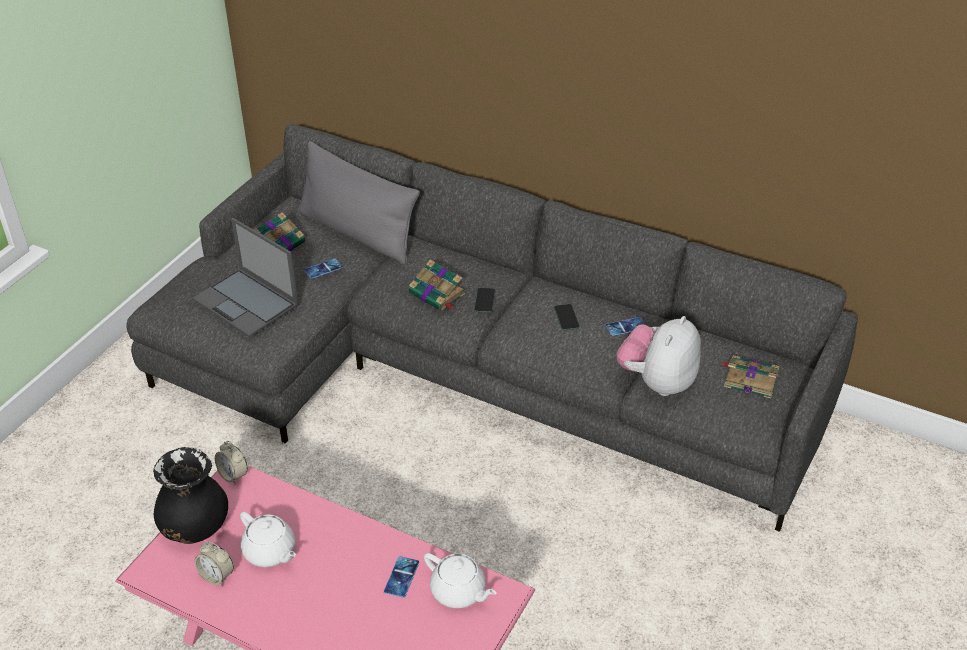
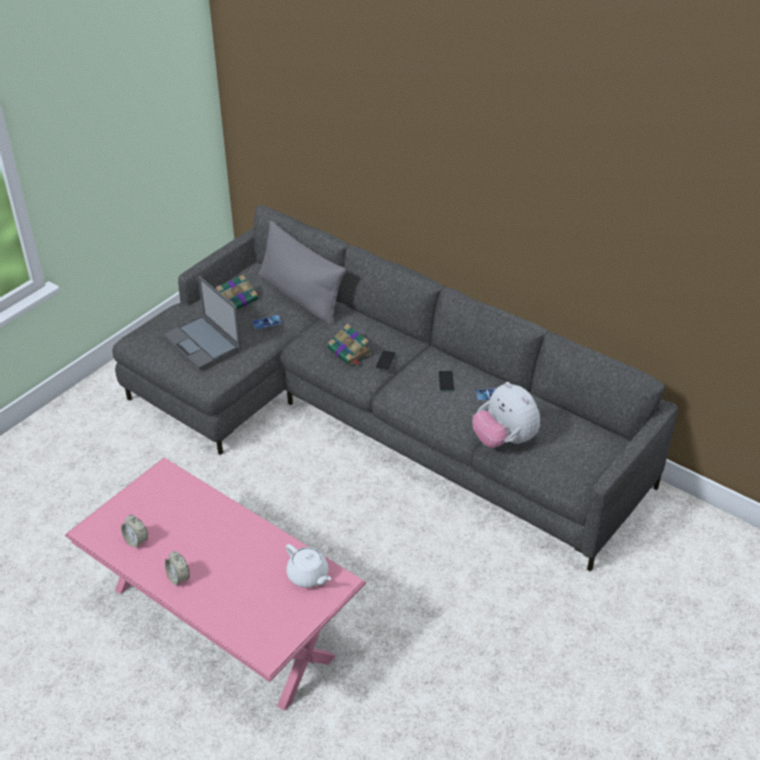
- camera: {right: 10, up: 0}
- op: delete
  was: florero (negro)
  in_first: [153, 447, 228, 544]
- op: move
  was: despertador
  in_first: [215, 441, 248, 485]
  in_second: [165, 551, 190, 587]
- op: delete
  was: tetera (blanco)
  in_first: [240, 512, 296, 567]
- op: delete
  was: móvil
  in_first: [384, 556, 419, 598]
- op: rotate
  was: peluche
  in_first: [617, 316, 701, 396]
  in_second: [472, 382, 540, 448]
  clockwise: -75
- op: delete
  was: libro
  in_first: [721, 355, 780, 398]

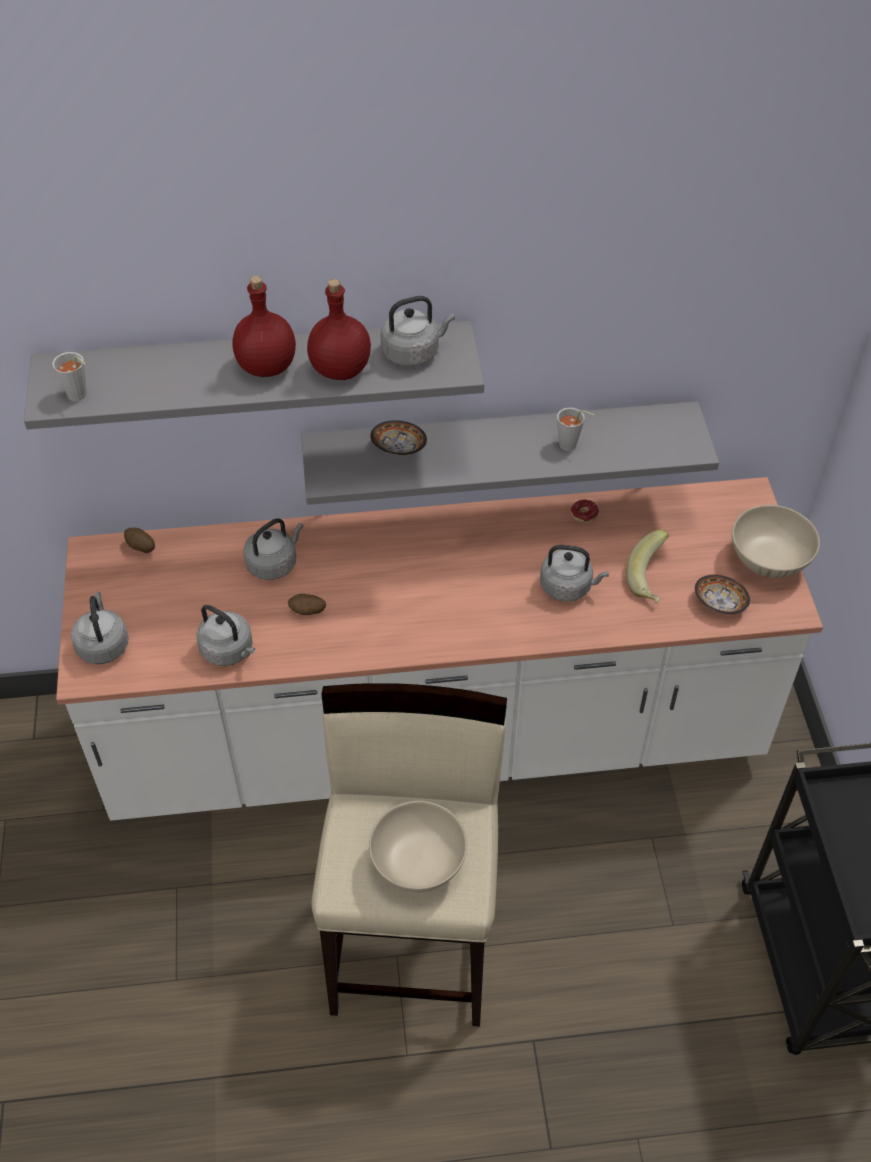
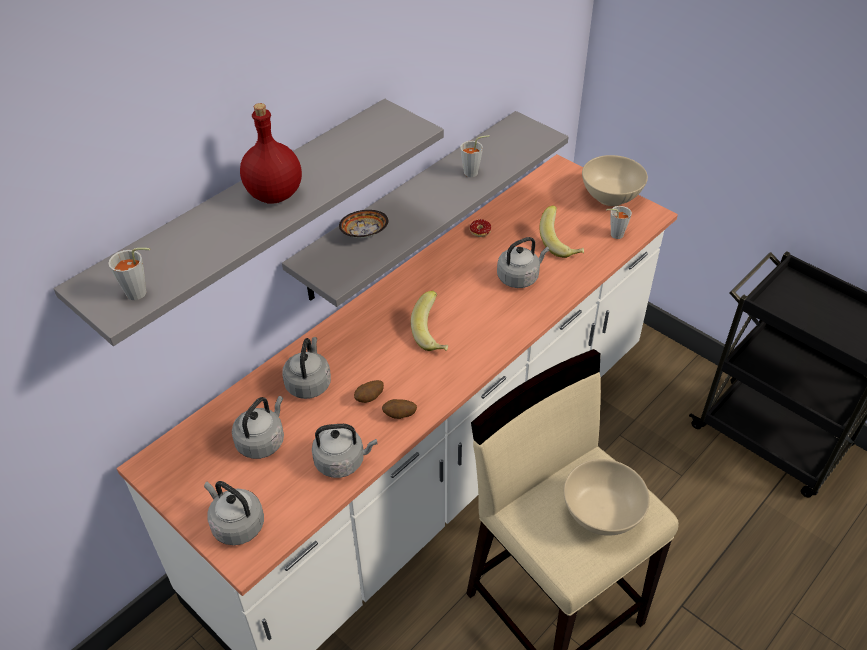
- camera: {right: -40, up: -5}
- op: move
  was: patata
  in_first: [124, 528, 155, 553]
  in_second: [382, 399, 417, 419]
- op: delete
  was: botella (rojo)
  in_first: [307, 279, 371, 380]
- op: move
  was: hervidor (gris)
  in_first: [380, 296, 455, 366]
  in_second: [232, 396, 284, 459]
- op: replace
  was: cuenco
  now: taza (gris)
  in_first: [695, 575, 750, 614]
  in_second: [606, 206, 632, 239]
- op: insert
  now: plátano
  in_second: [411, 291, 448, 351]

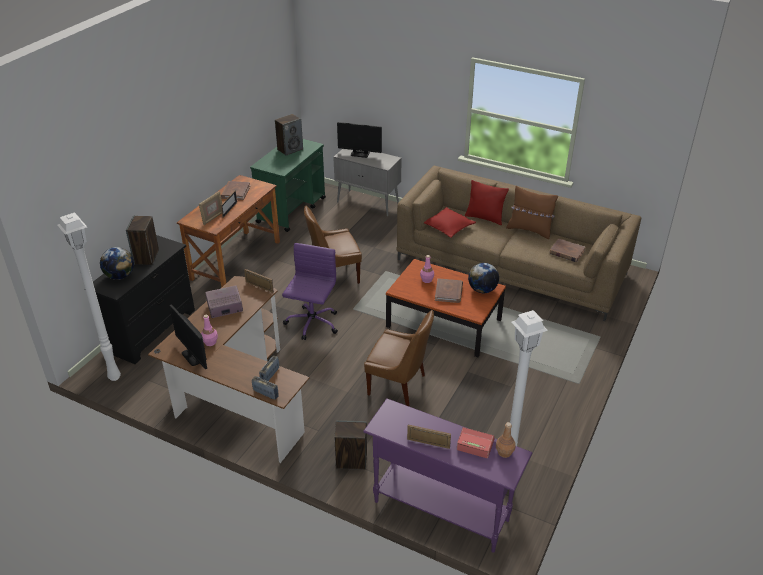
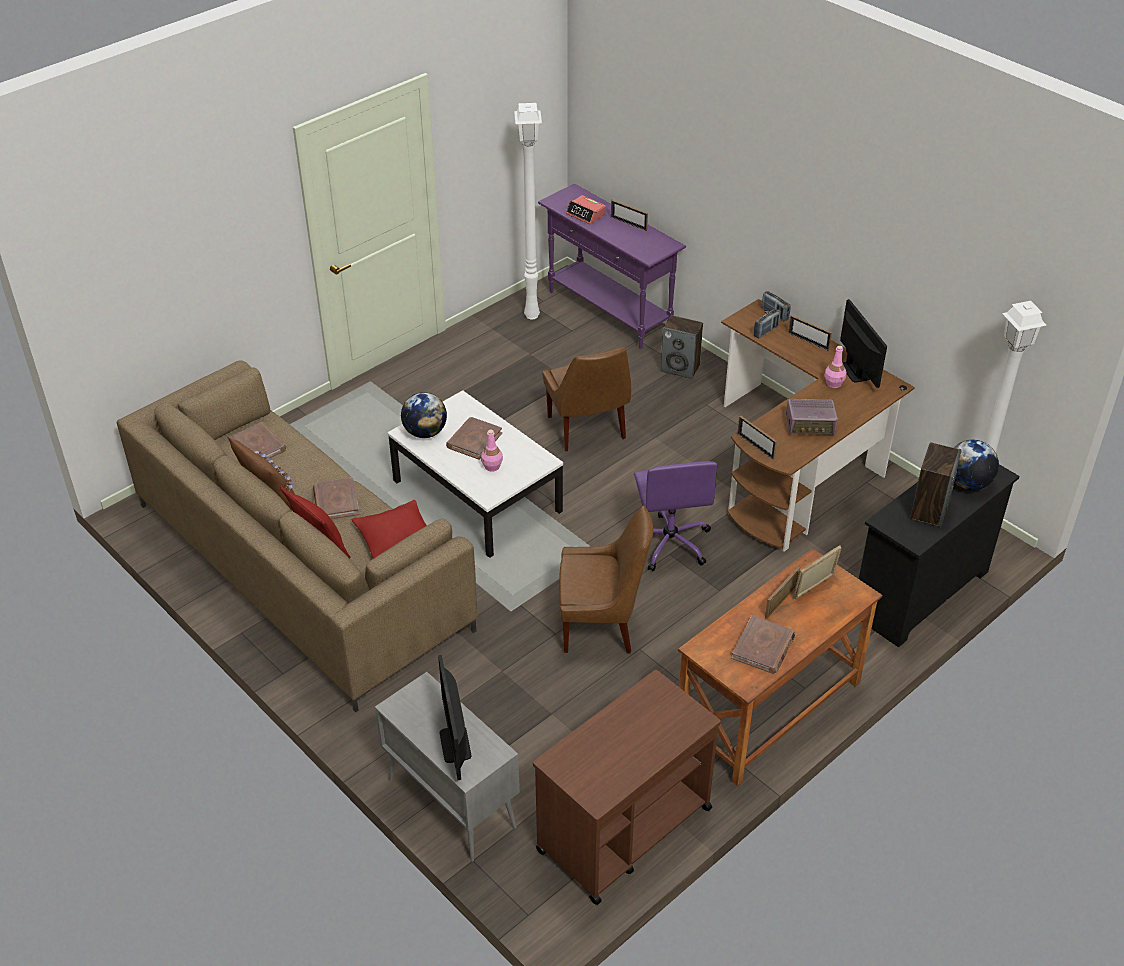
- camera: {right: -160, up: 5}
- op: recolor
  was: carrito (verde)
  now: carrito (marrón)
  in_first: [250, 139, 326, 232]
  in_second: [533, 670, 721, 905]
- op: delete
  was: altavoz
  in_first: [275, 114, 303, 155]
- op: rotate
  was: silla de oficina (morado)
  in_first: [282, 243, 338, 340]
  in_second: [634, 461, 718, 571]
  clockwise: -45
- op: rotate
  was: monitor
  in_first: [337, 122, 382, 158]
  in_second: [438, 655, 472, 780]
  clockwise: -135
- op: rotate
  was: silla (marrón)
  in_first: [364, 310, 434, 406]
  in_second: [542, 347, 631, 451]
  clockwise: -150
- op: recolor
  was: mesa de centro (marrón)
  now: mesa de centro (blanco)
  in_first: [386, 259, 506, 357]
  in_second: [388, 390, 563, 558]
- op: delete
  was: botella (marrón)
  in_first: [496, 422, 516, 458]
- op: insert
  now: libro (marrón)
  in_second: [313, 477, 359, 519]
- op: insert
  now: portarretratos
  in_second: [788, 315, 832, 351]

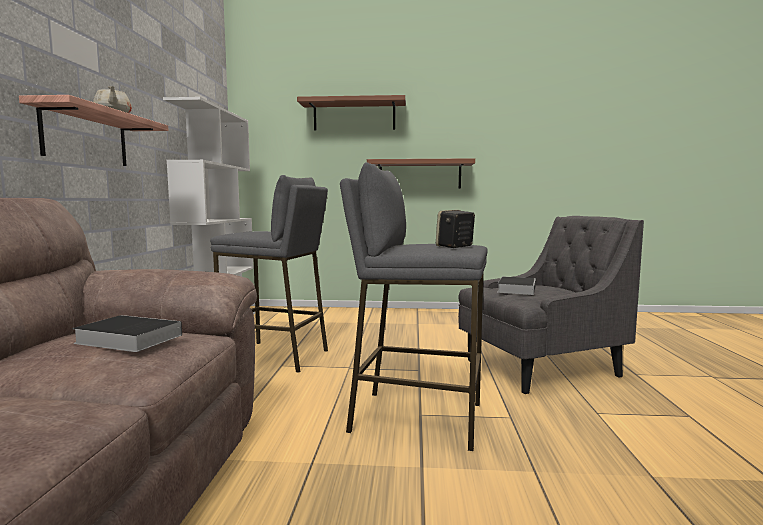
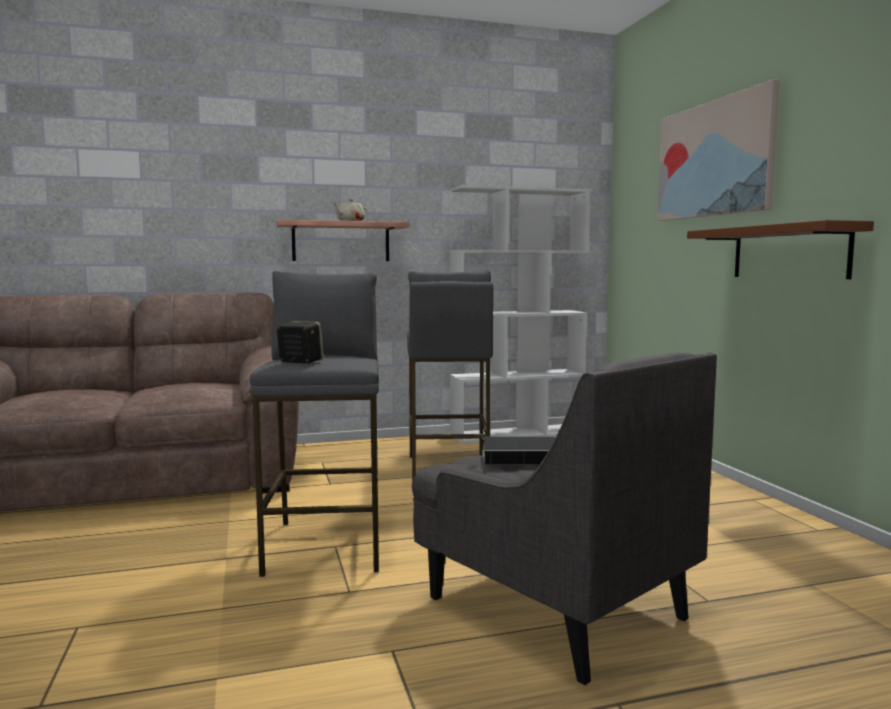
- camera: {right: 70, up: 0}
- op: delete
  was: libro
  in_first: [72, 315, 182, 352]
- op: replace
  was: estante (marrón)
  now: cuadro
  in_first: [297, 95, 406, 130]
  in_second: [657, 79, 780, 221]

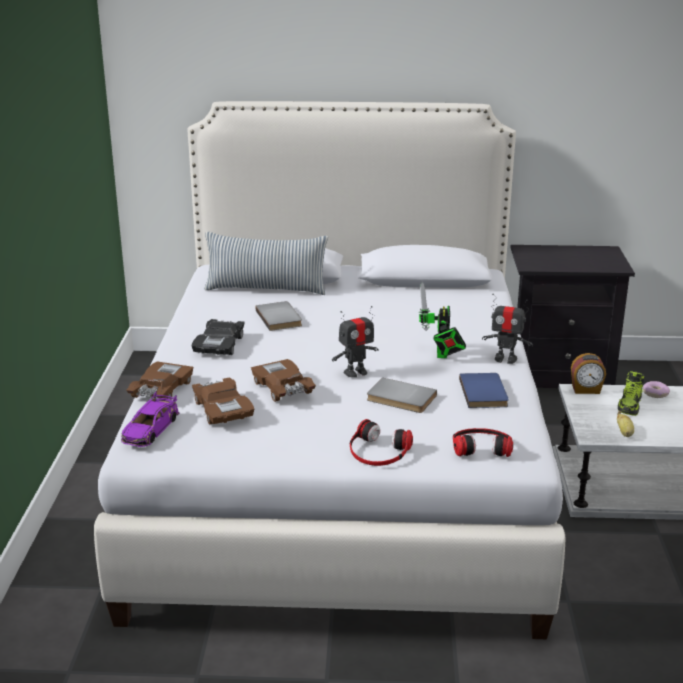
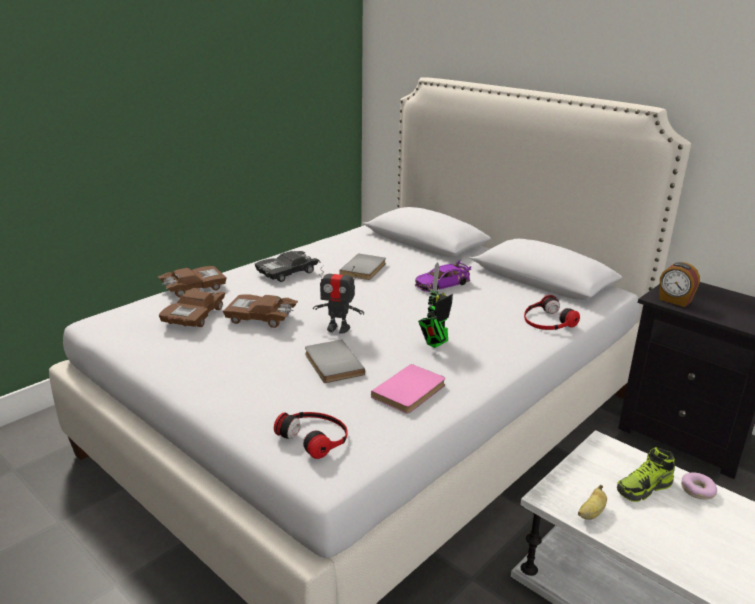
- camera: {right: 40, up: 0}
- op: move
  was: coche de juguete (morado)
  in_first: [121, 392, 180, 447]
  in_second: [415, 260, 472, 292]
- op: delete
  was: cojín
  in_first: [205, 232, 328, 295]
- op: rotate
  was: coche de juguete (marrón)
  in_first: [251, 359, 316, 402]
  in_second: [223, 294, 298, 328]
  clockwise: -90
- op: move
  was: auriculares
  in_first: [350, 419, 413, 466]
  in_second: [524, 295, 580, 330]
- op: recolor
  was: libro (azul)
  now: libro (rosa)
  in_first: [459, 373, 509, 408]
  in_second: [371, 364, 446, 414]
- op: delete
  was: robot de juguete
  in_first: [482, 294, 533, 364]
- op: move
  was: despertador
  in_first: [571, 353, 606, 394]
  in_second: [659, 262, 700, 307]

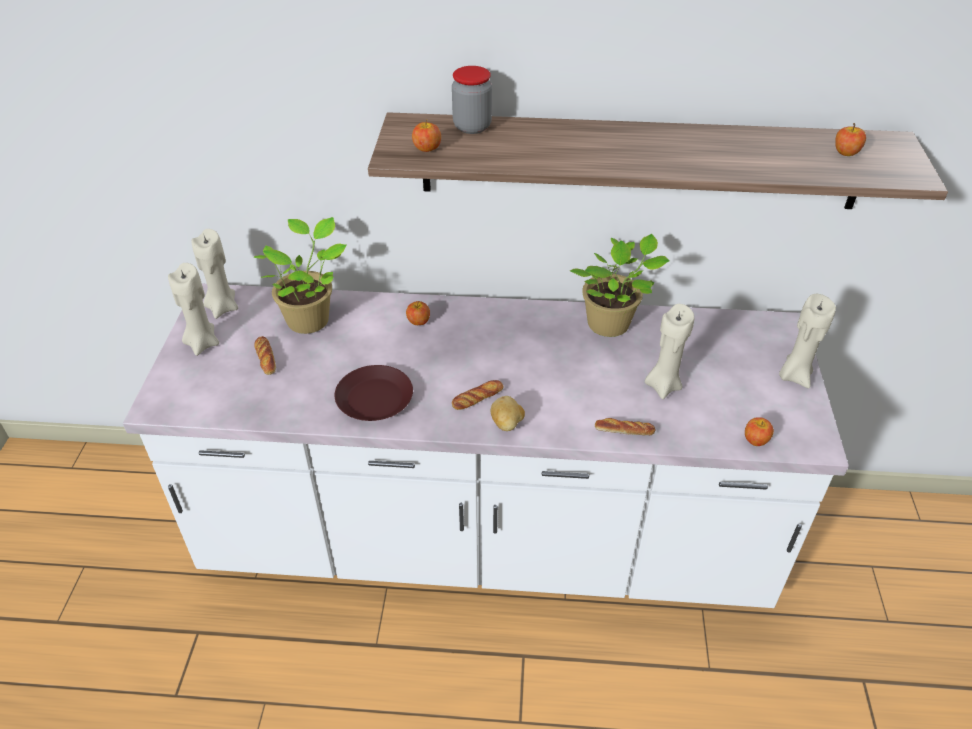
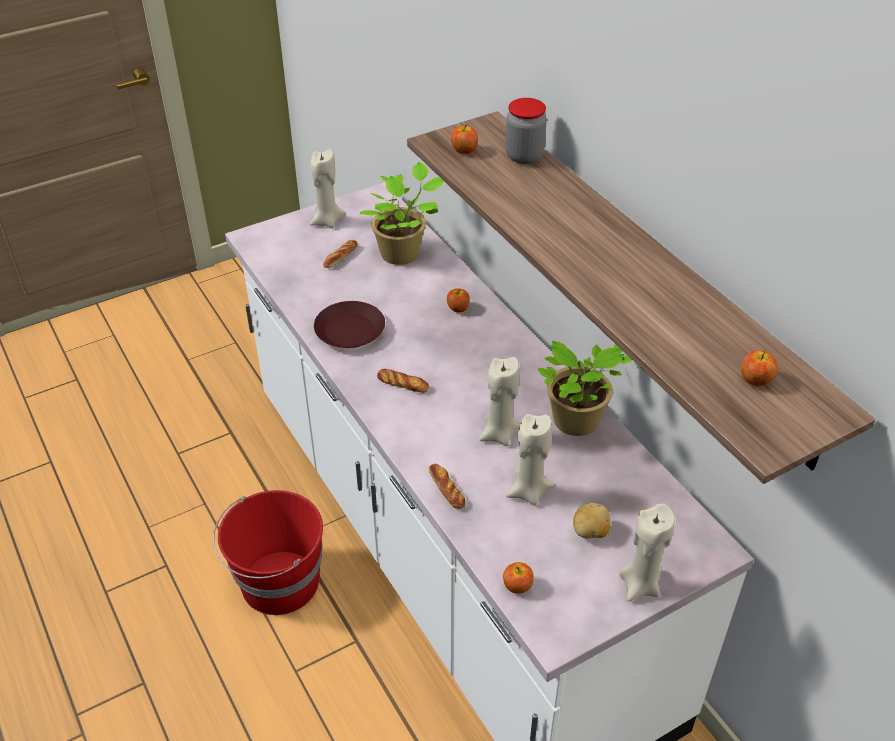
- camera: {right: 55, up: 0}
- op: move
  was: vela (beis)
  in_first: [191, 229, 238, 319]
  in_second: [479, 357, 521, 446]
- op: move
  was: patata
  in_first: [491, 396, 525, 431]
  in_second: [573, 503, 610, 539]
- op: insert
  now: cubo (rojo)
  in_second: [213, 490, 323, 615]

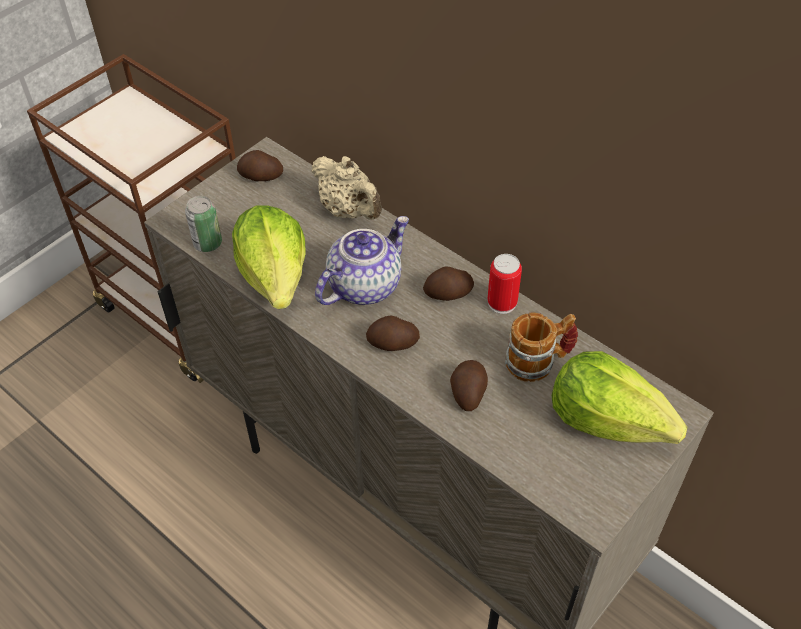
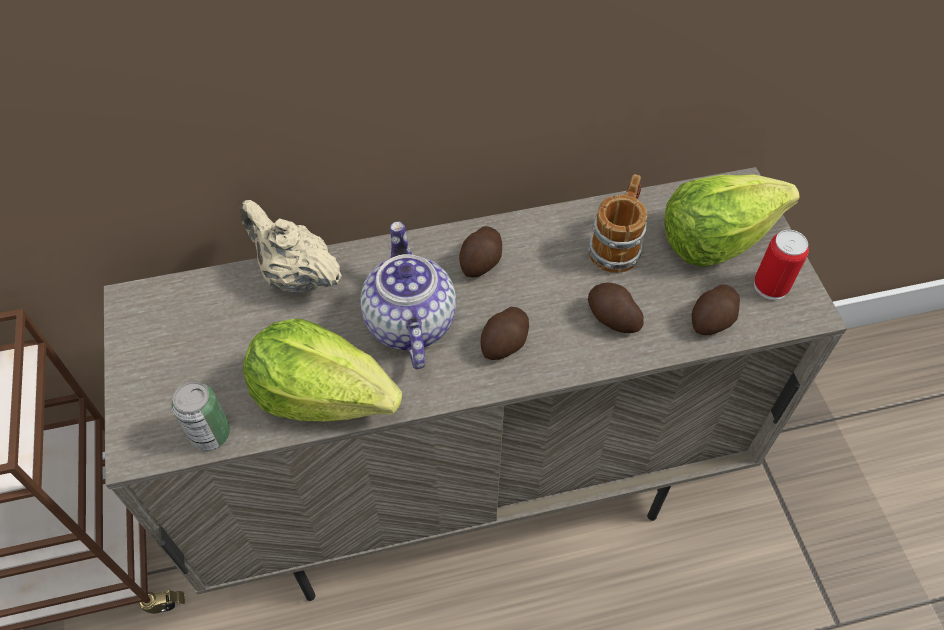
- camera: {right: -55, up: 5}
- op: move
  was: patata
  in_first: [237, 150, 283, 181]
  in_second: [692, 284, 740, 335]
- op: rotate
  was: tetera (beis)
  in_first: [312, 156, 382, 220]
  in_second: [239, 200, 342, 293]
  clockwise: -135
- op: move
  was: lata
  in_first: [487, 254, 522, 314]
  in_second: [754, 230, 809, 300]

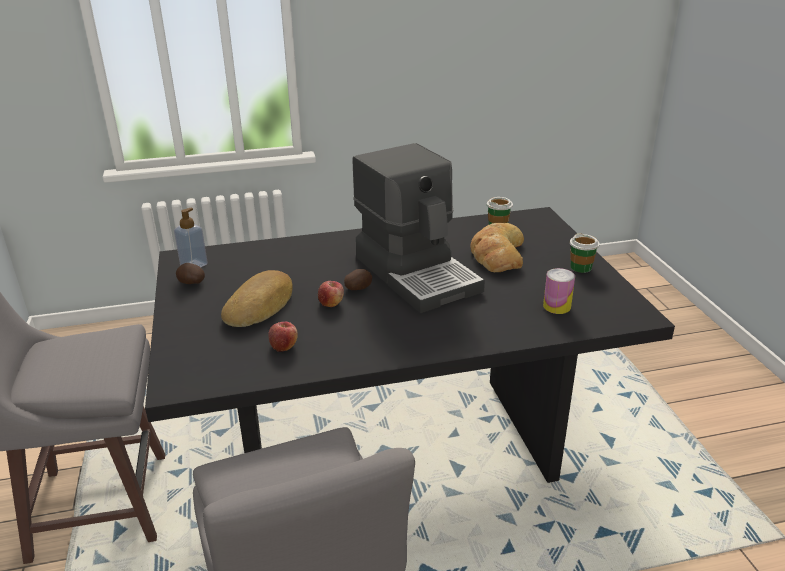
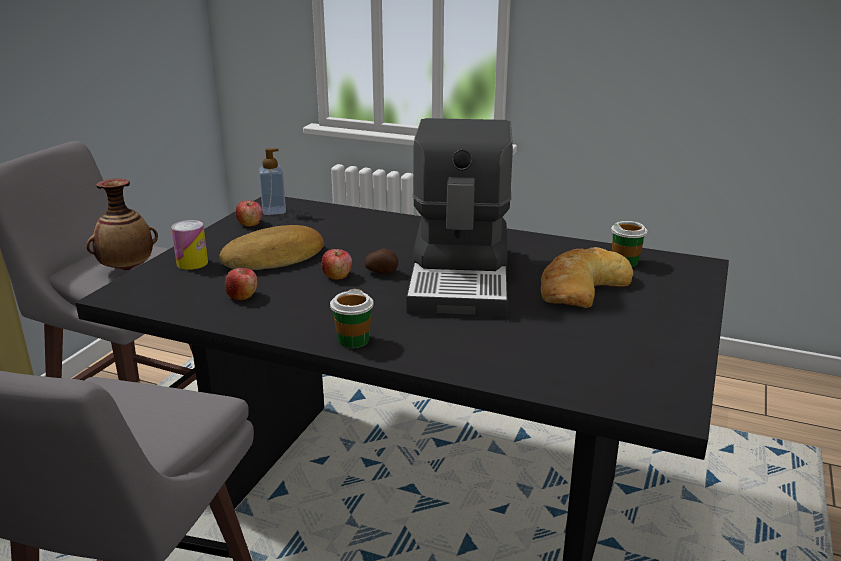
- camera: {right: 35, up: -5}
- op: replace
  was: patata
  now: manzana
  in_first: [176, 263, 205, 284]
  in_second: [236, 200, 263, 227]
- op: move
  was: lata
  in_first: [543, 268, 575, 314]
  in_second: [171, 220, 208, 270]
- op: move
  was: taza
  in_first: [570, 233, 600, 273]
  in_second: [330, 289, 374, 348]
- op: insert
  now: florero
  in_second: [86, 179, 158, 271]

